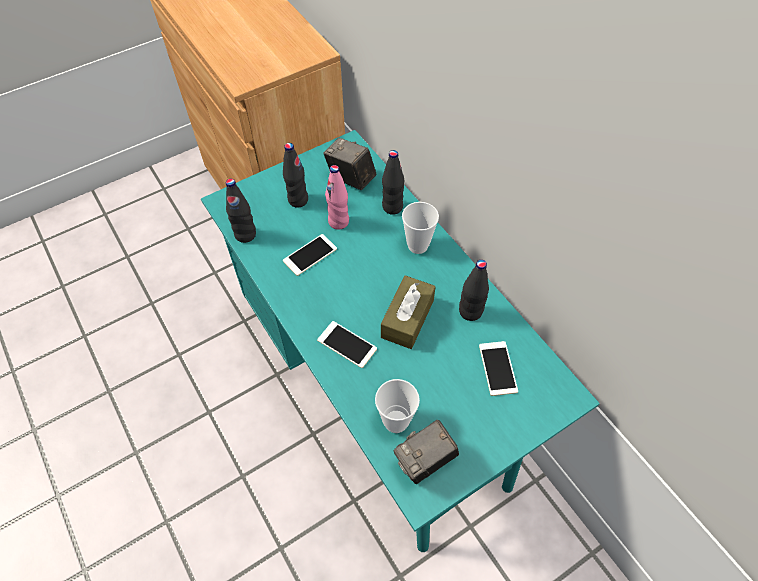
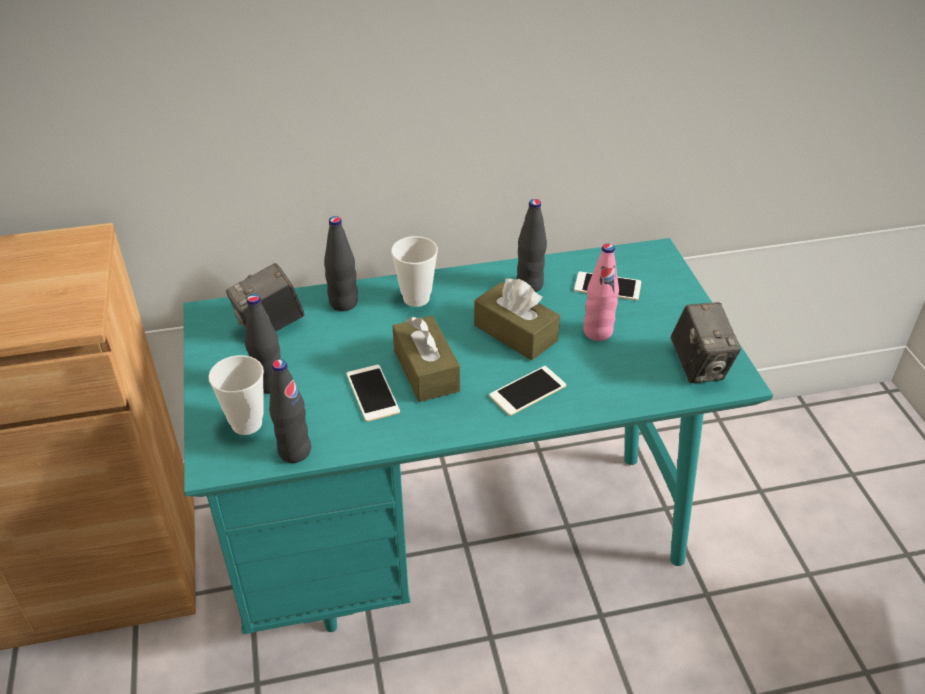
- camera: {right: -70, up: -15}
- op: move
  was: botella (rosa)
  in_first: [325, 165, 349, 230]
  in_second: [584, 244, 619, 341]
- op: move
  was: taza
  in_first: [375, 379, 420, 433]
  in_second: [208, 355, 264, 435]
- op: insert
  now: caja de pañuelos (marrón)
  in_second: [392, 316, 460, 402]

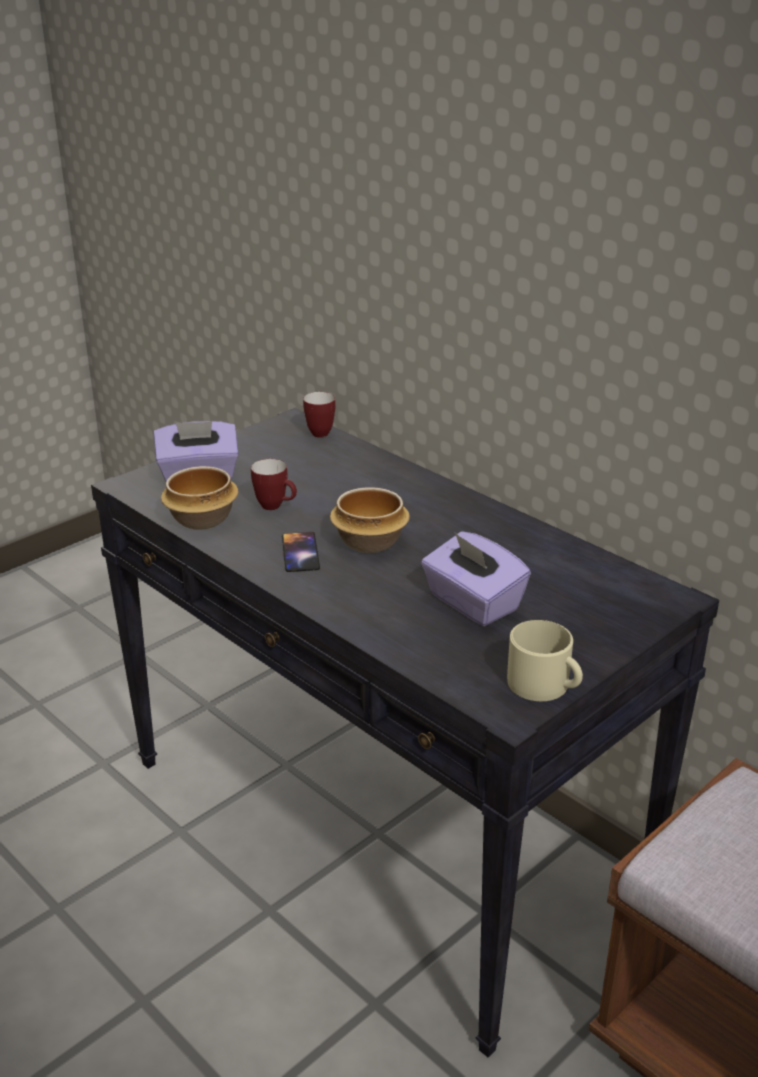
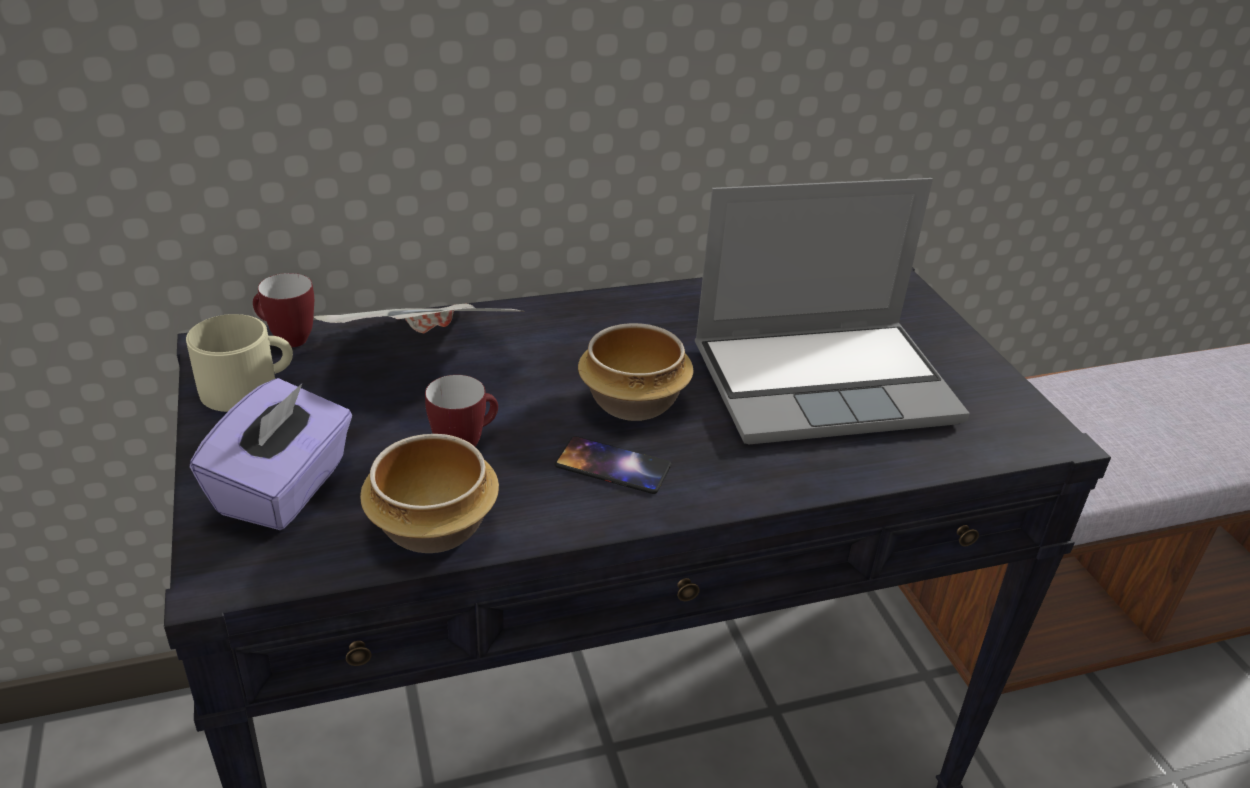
- camera: {right: -65, up: 5}
- op: replace
  was: caja de pañuelos (morado)
  now: portátil
  in_first: [421, 531, 531, 626]
  in_second: [695, 178, 970, 444]
- op: move
  was: taza grande (beis)
  in_first: [507, 620, 583, 701]
  in_second: [186, 314, 293, 412]
- op: insert
  now: periódico
  in_second: [314, 304, 525, 333]

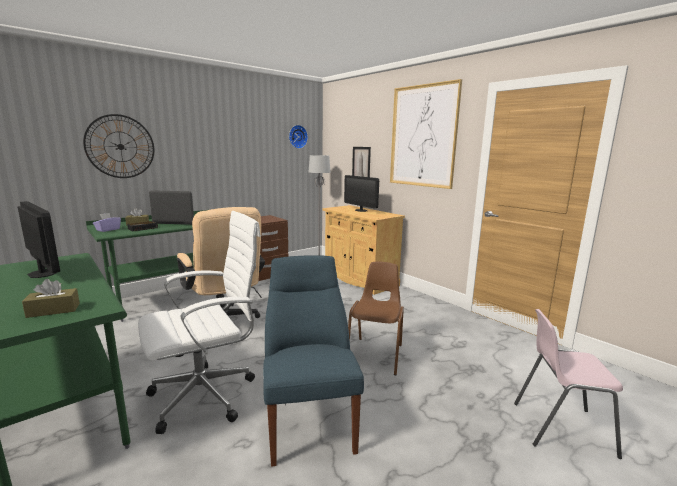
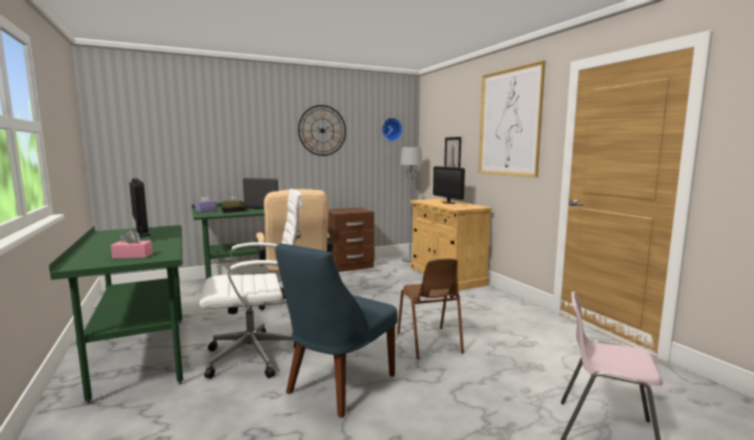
- camera: {right: 15, up: -5}
- op: recolor
  was: caja de pañuelos (marrón)
  now: caja de pañuelos (rosa)
  in_first: [22, 279, 80, 318]
  in_second: [111, 230, 153, 259]
- op: move
  was: reloj de pared
  in_first: [83, 114, 154, 178]
  in_second: [298, 105, 346, 156]
- op: rotate
  was: silla (azul)
  in_first: [263, 255, 364, 466]
  in_second: [275, 243, 397, 418]
  clockwise: -150
- op: rotate
  was: silla (marrón)
  in_first: [348, 262, 404, 375]
  in_second: [397, 258, 464, 359]
  clockwise: 135

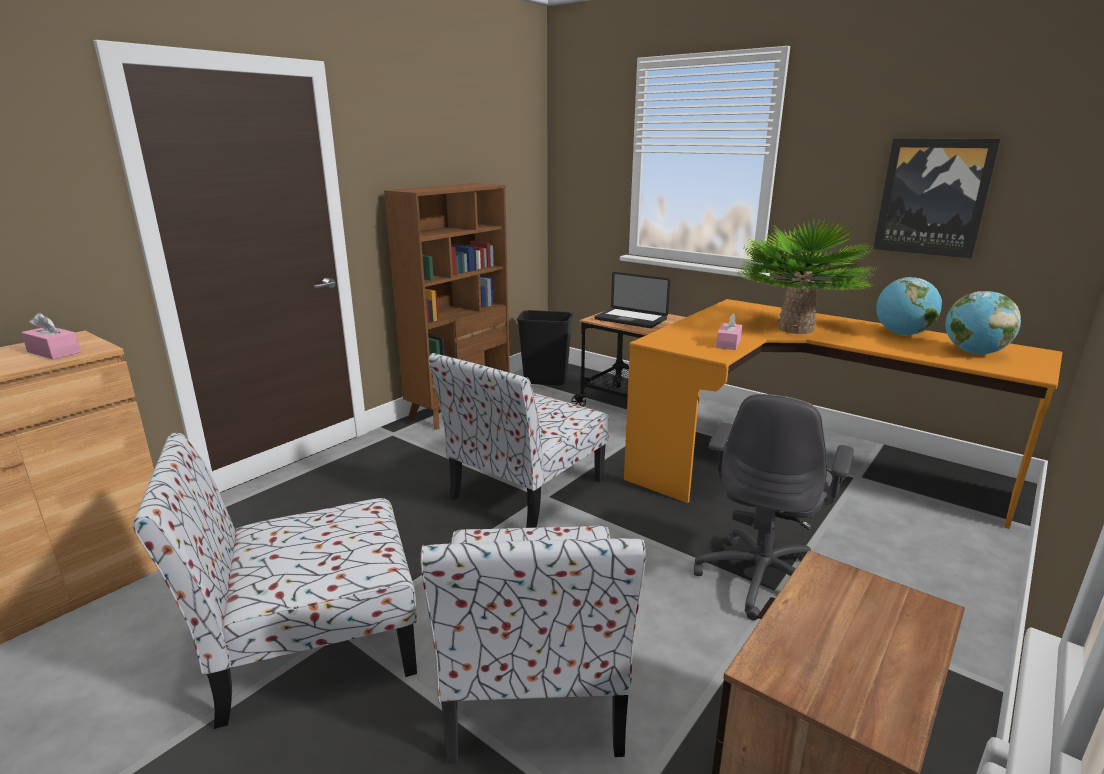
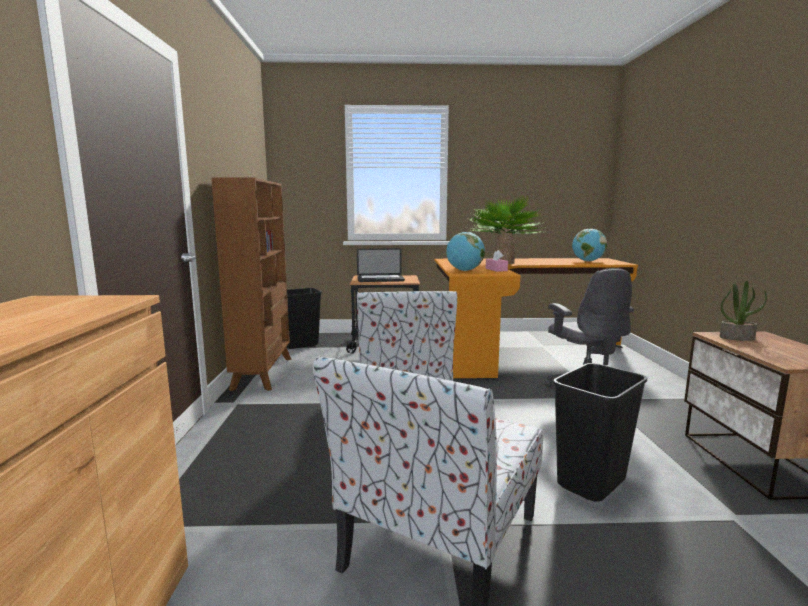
- camera: {right: -40, up: -10}
- op: delete
  was: caja de pañuelos (rosa)
  in_first: [21, 313, 81, 360]
- op: replace
  was: silla
  now: papelera (negro)
  in_first: [421, 526, 646, 765]
  in_second: [553, 363, 647, 502]
- op: delete
  was: cuadro
  in_first: [873, 139, 1001, 258]
- op: move
  was: globo terráqueo
  in_first: [876, 277, 942, 335]
  in_second: [446, 232, 485, 271]
- op: insert
  now: planta en maceta
  in_second: [720, 281, 767, 341]

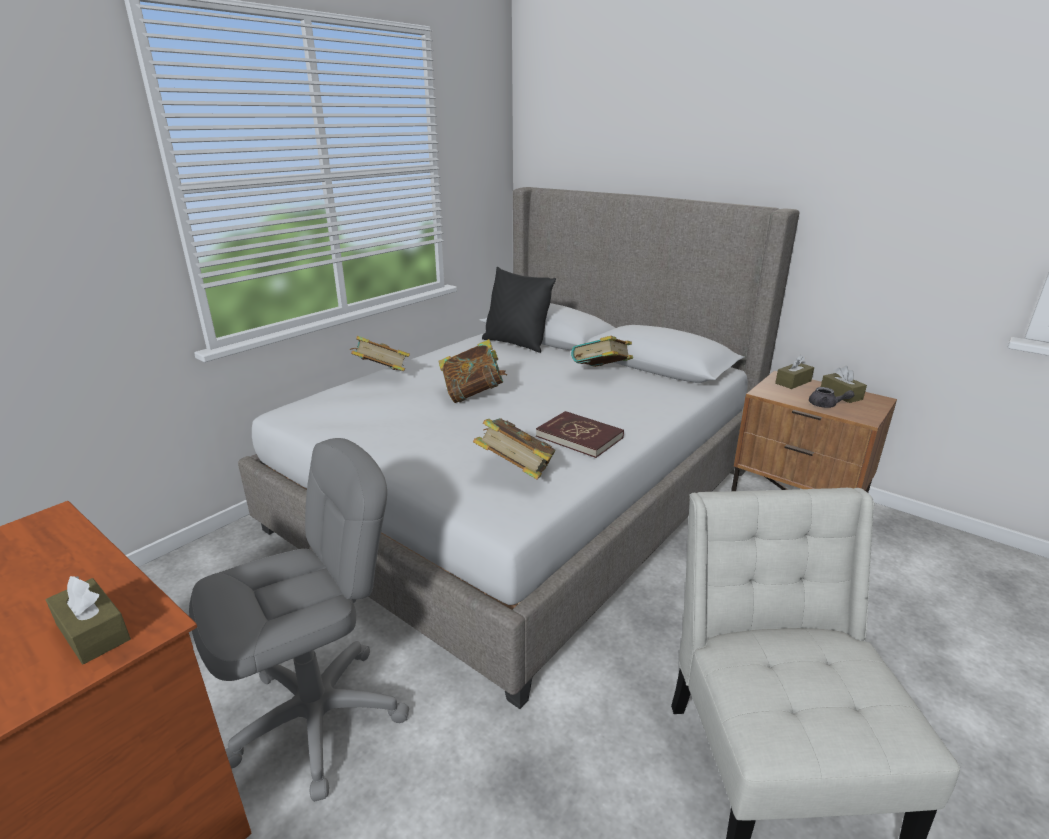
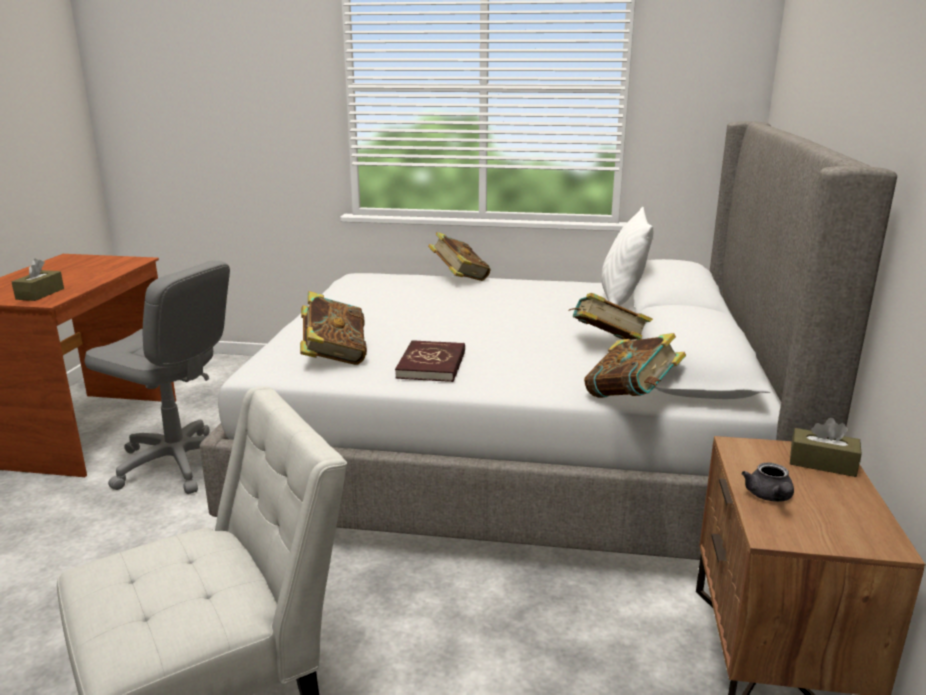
- camera: {right: 60, up: -5}
- op: move
  was: libro
  in_first: [438, 339, 507, 403]
  in_second: [584, 333, 686, 398]
- op: recolor
  was: cojín (negro)
  now: cojín (blanco)
  in_first: [482, 267, 556, 353]
  in_second: [601, 207, 653, 306]
- op: delete
  was: caja de pañuelos (marrón)
  in_first: [821, 366, 867, 403]

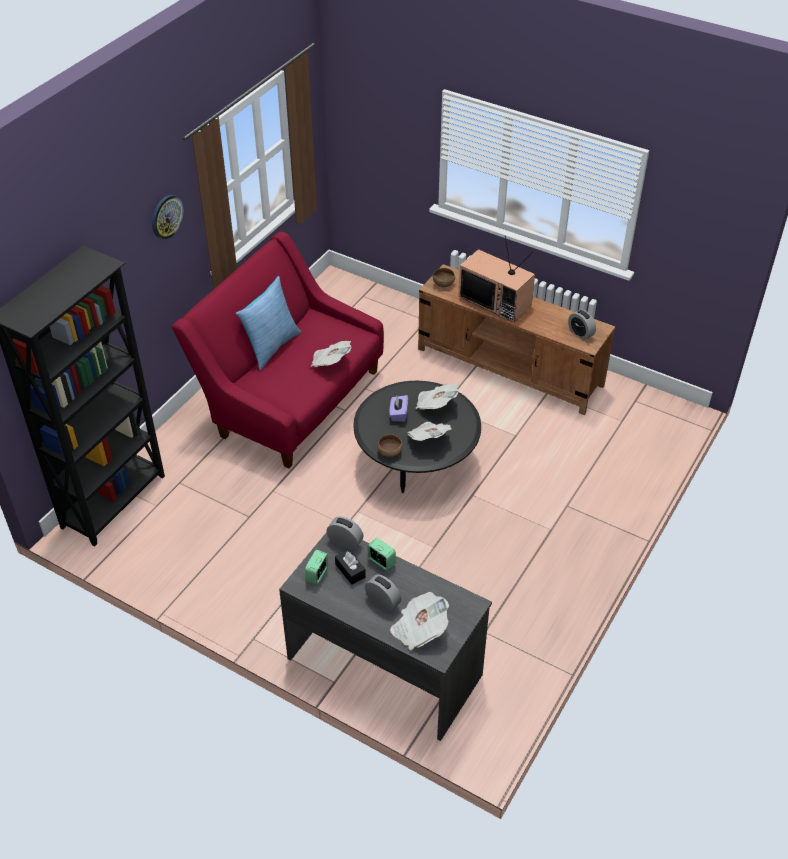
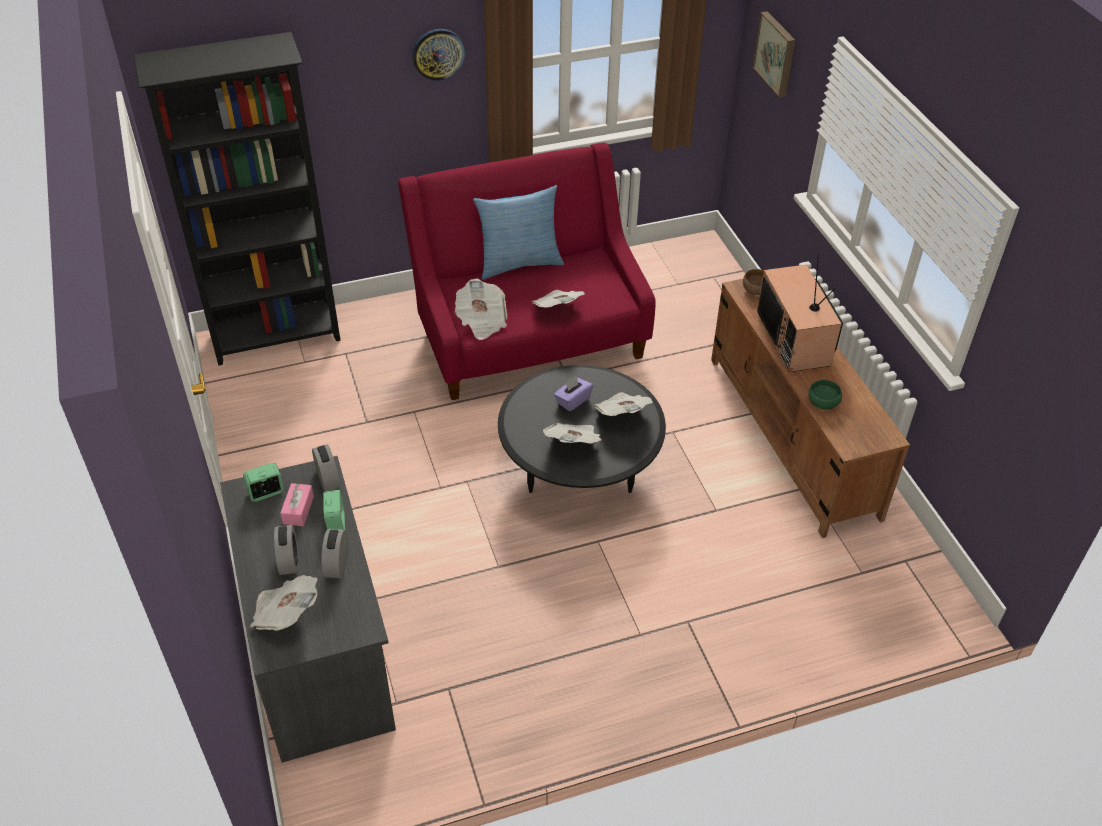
- camera: {right: 40, up: 0}
- op: recolor
  was: caja de pañuelos (negro)
  now: caja de pañuelos (rosa)
  in_first: [335, 549, 366, 585]
  in_second: [280, 483, 314, 526]
- op: delete
  was: cuenco (marrón)
  in_first: [377, 434, 402, 457]
- op: move
  was: despertador
  in_first: [568, 310, 596, 340]
  in_second: [322, 529, 349, 578]
- op: insert
  now: periódico
  in_second: [455, 279, 507, 340]
- op: insert
  now: cuadro
  in_second: [753, 11, 795, 97]
- op: insert
  now: cuenco (verde)
  in_second: [808, 380, 842, 410]

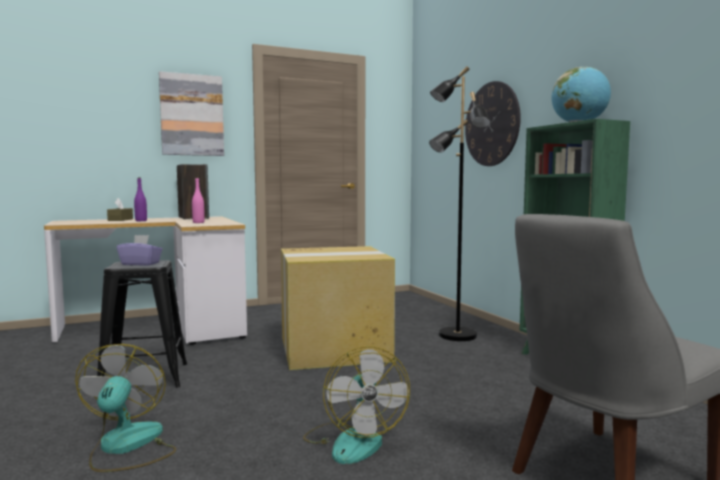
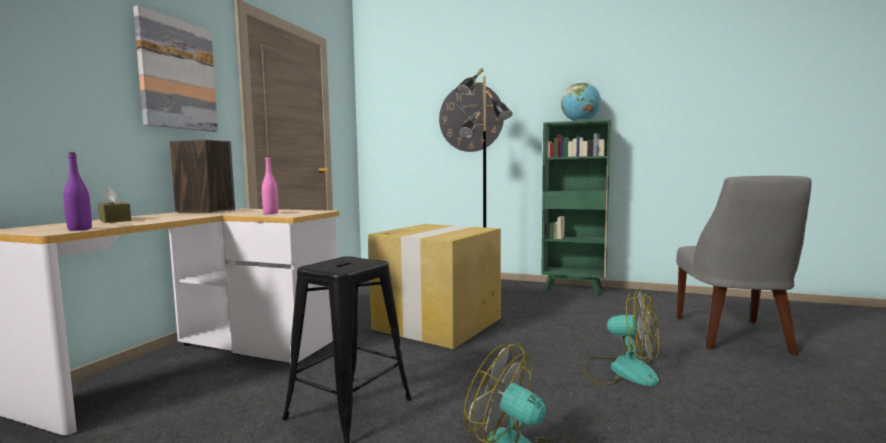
- camera: {right: -45, up: 0}
- op: delete
  was: caja de pañuelos (morado)
  in_first: [117, 235, 163, 266]
- op: move
  was: botella (morado)
  in_first: [134, 178, 147, 221]
  in_second: [63, 152, 92, 231]

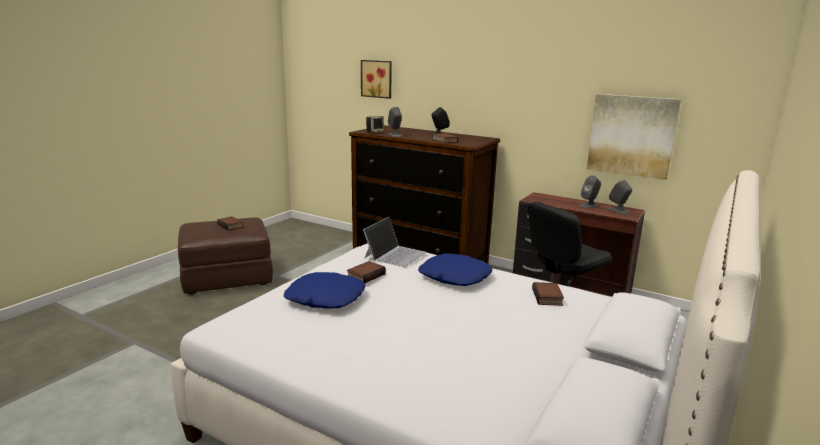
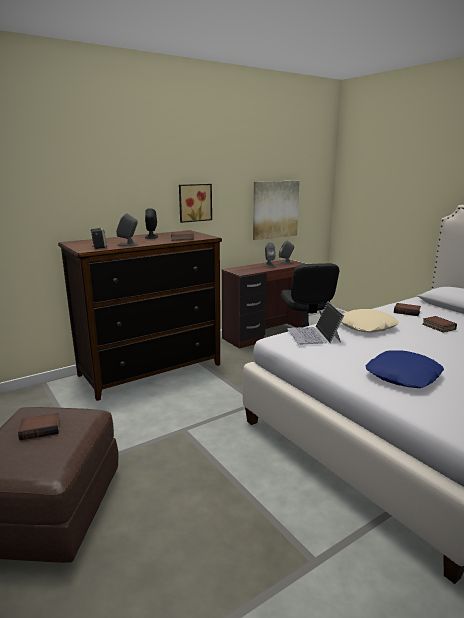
- camera: {right: -65, up: 0}
- op: move
  was: libro
  in_first: [347, 261, 386, 283]
  in_second: [422, 316, 457, 333]
- op: move
  was: cuadro
  in_first: [361, 60, 392, 99]
  in_second: [179, 184, 212, 223]
- op: rotate
  was: portátil
  in_first: [363, 217, 427, 267]
  in_second: [287, 302, 344, 345]
  clockwise: -150
- op: recolor
  was: cojín (azul)
  now: cojín (beis)
  in_first: [418, 254, 493, 286]
  in_second: [341, 309, 399, 333]

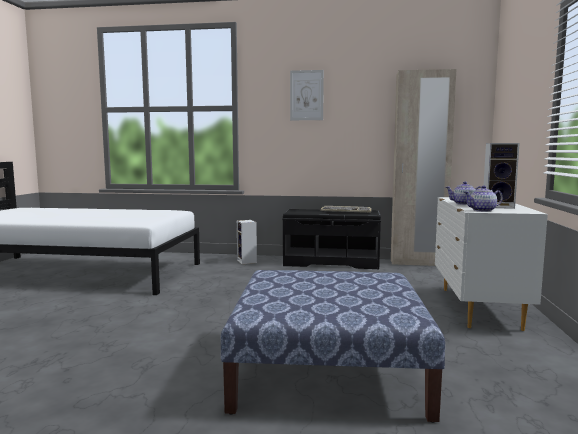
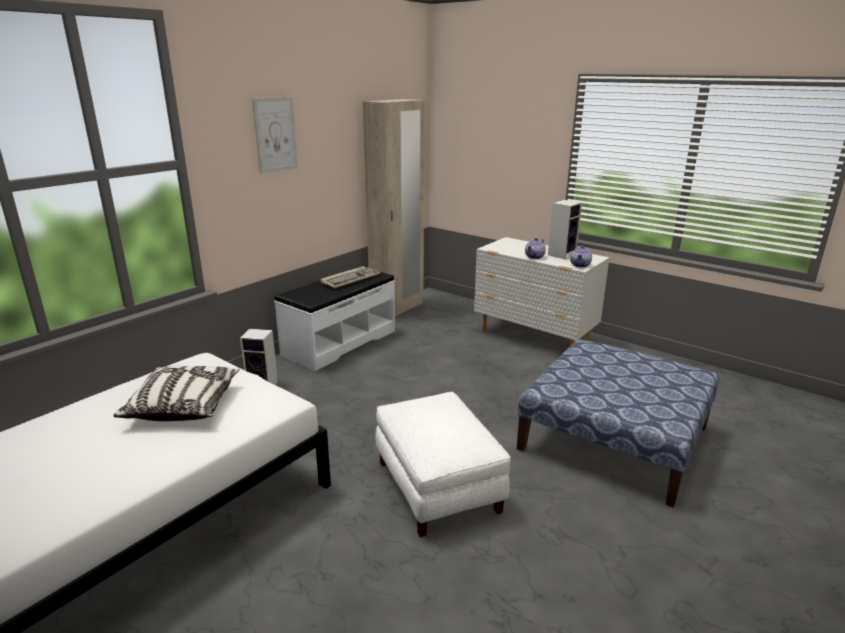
- camera: {right: -60, up: 15}
- op: recolor
  was: banco (negro)
  now: banco (blanco)
  in_first: [282, 209, 381, 270]
  in_second: [274, 266, 395, 371]
- op: insert
  now: cojín
  in_second: [113, 366, 240, 421]
- op: insert
  now: puf (blanco)
  in_second: [375, 392, 511, 537]

